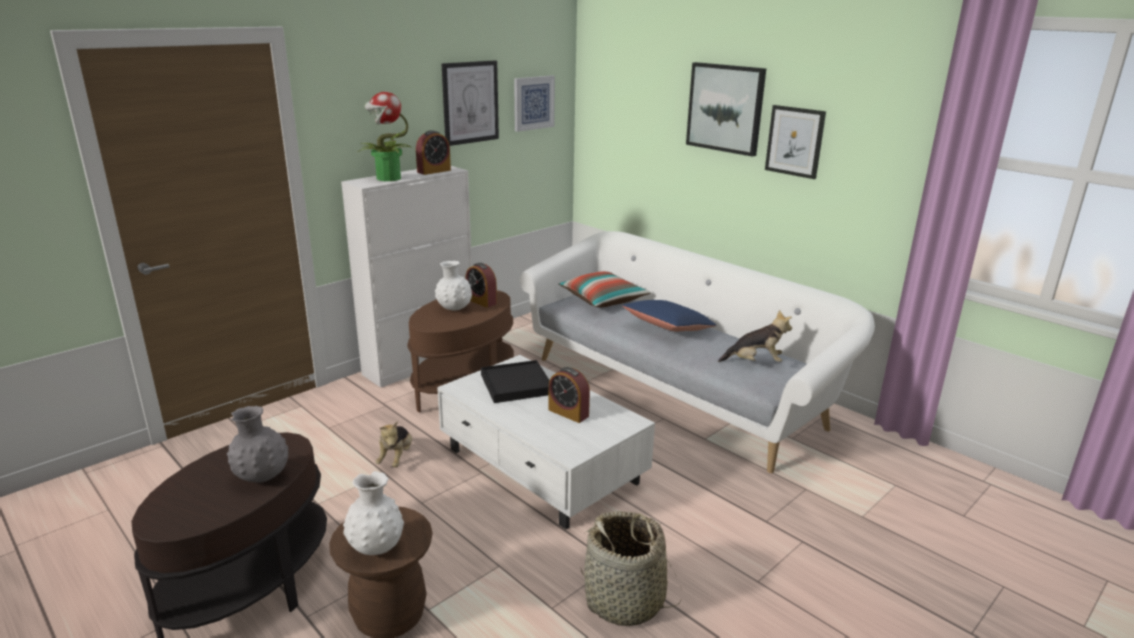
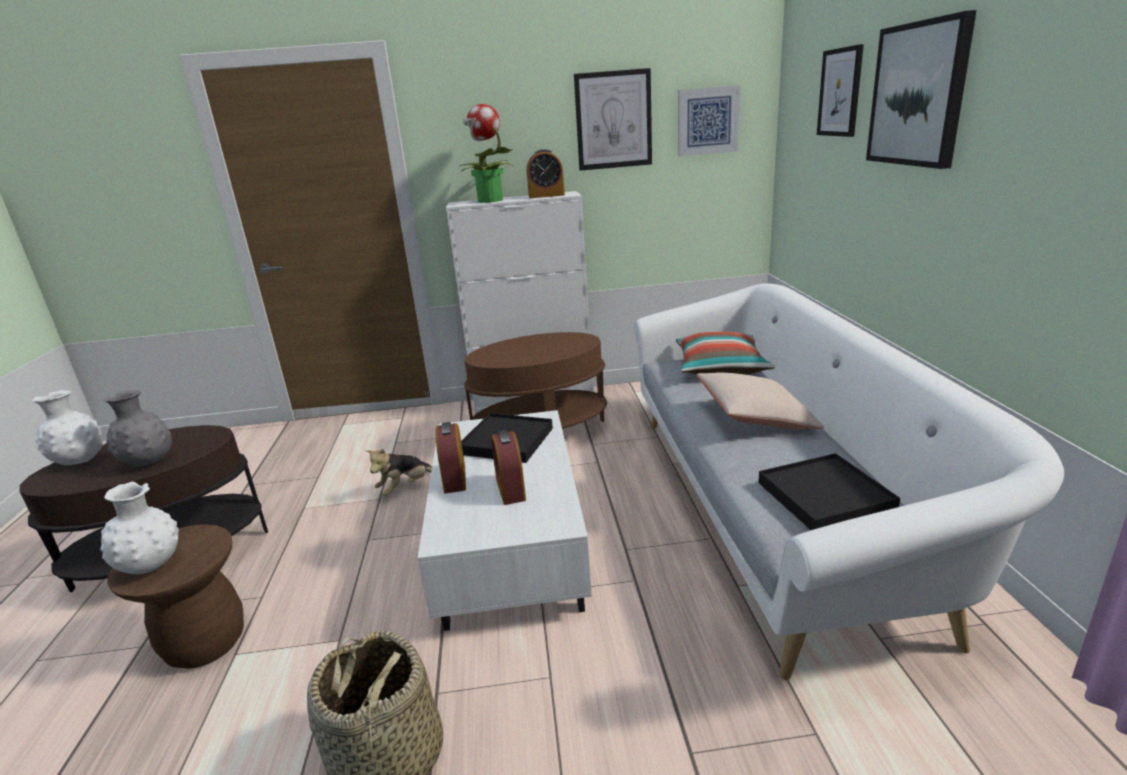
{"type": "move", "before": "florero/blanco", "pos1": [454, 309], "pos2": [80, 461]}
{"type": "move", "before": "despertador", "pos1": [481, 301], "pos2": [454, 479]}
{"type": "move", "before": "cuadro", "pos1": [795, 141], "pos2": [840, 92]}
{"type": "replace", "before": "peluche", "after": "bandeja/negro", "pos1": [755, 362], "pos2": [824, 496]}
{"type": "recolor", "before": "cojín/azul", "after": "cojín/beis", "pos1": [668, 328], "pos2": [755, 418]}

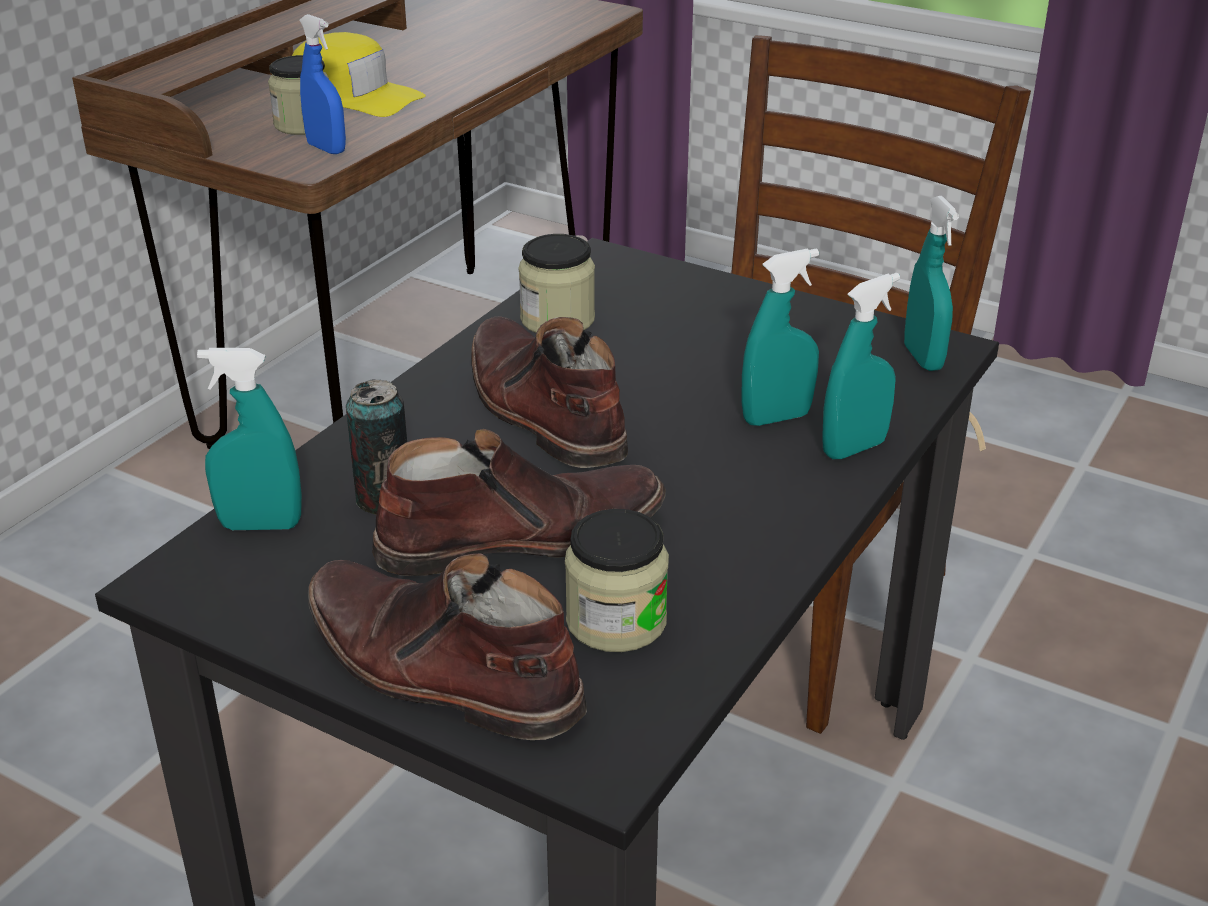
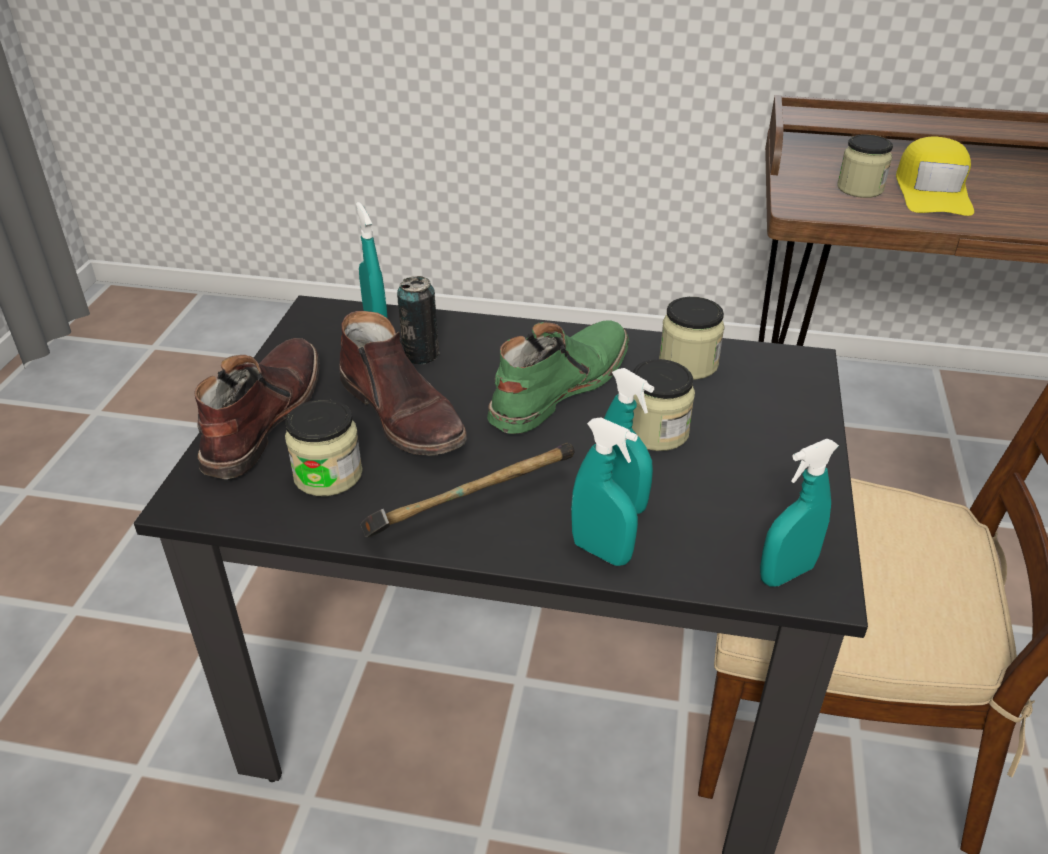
{"type": "delete", "before": "pulverizador/azul", "pos1": [326, 149]}
{"type": "insert", "after": "martillo", "pos2": [466, 509]}
{"type": "insert", "after": "tarro", "pos2": [656, 432]}
{"type": "recolor", "before": "bota/marrón", "after": "bota/verde", "pos1": [542, 411], "pos2": [558, 387]}

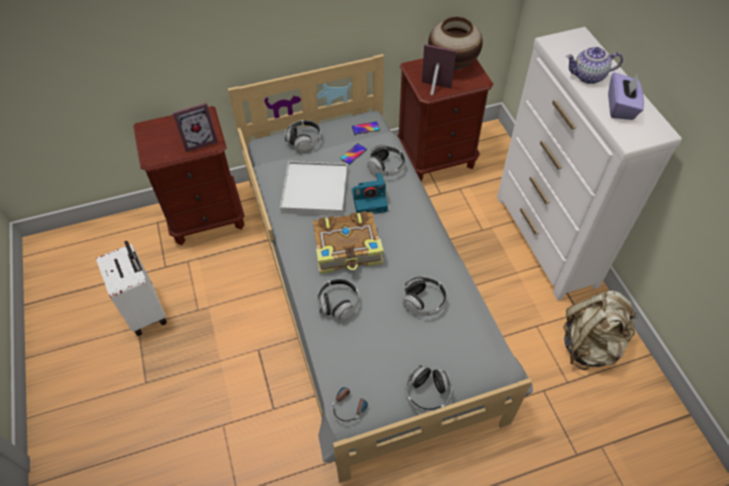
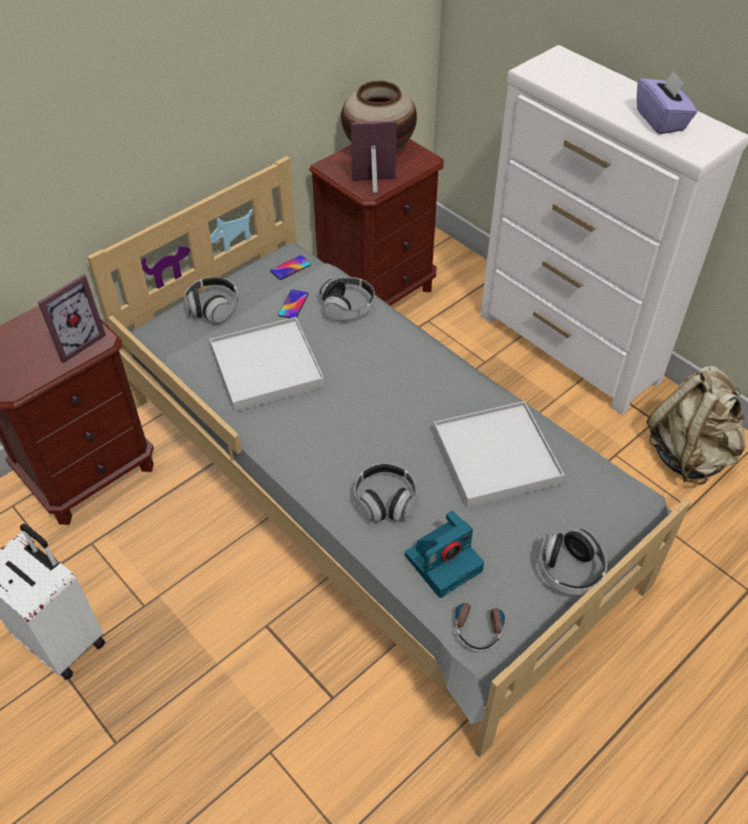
{"type": "delete", "before": "libro", "pos1": [348, 249]}
{"type": "delete", "before": "tetera", "pos1": [588, 77]}
{"type": "move", "before": "cámara", "pos1": [370, 200], "pos2": [444, 561]}
{"type": "replace", "before": "auriculares", "after": "bandeja/blanco", "pos1": [424, 301], "pos2": [496, 457]}

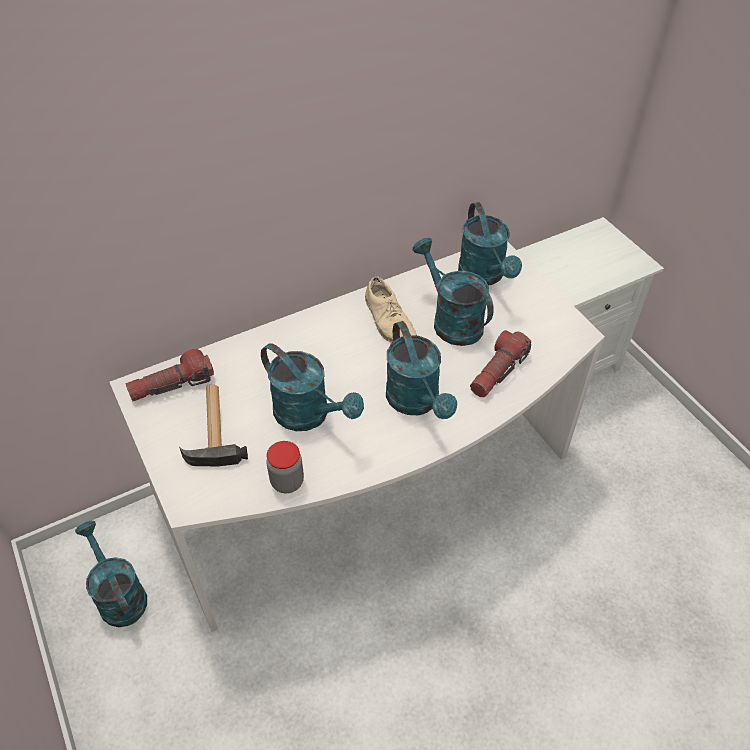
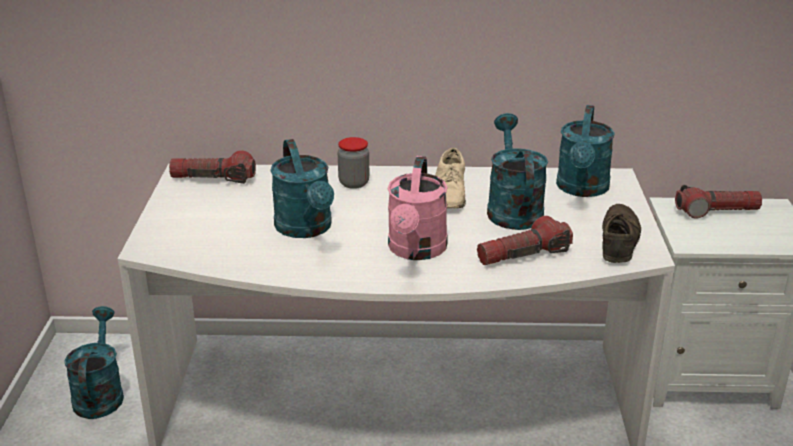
{"type": "delete", "before": "martillo", "pos1": [213, 428]}
{"type": "insert", "after": "zapato/marrón", "pos2": [618, 240]}
{"type": "insert", "after": "linterna", "pos2": [716, 211]}
{"type": "move", "before": "tarro", "pos1": [287, 482], "pos2": [354, 183]}
{"type": "recolor", "before": "regadera/turquesa", "after": "regadera/rosa", "pos1": [417, 402], "pos2": [416, 251]}

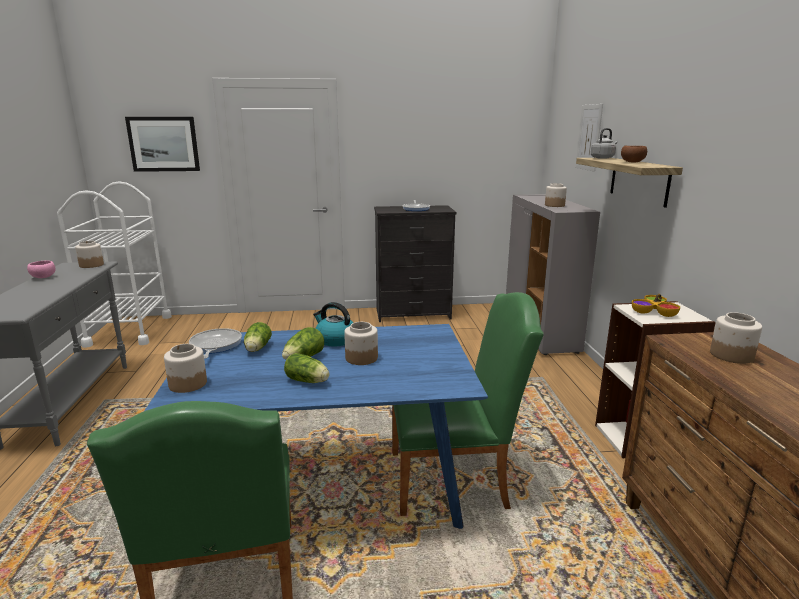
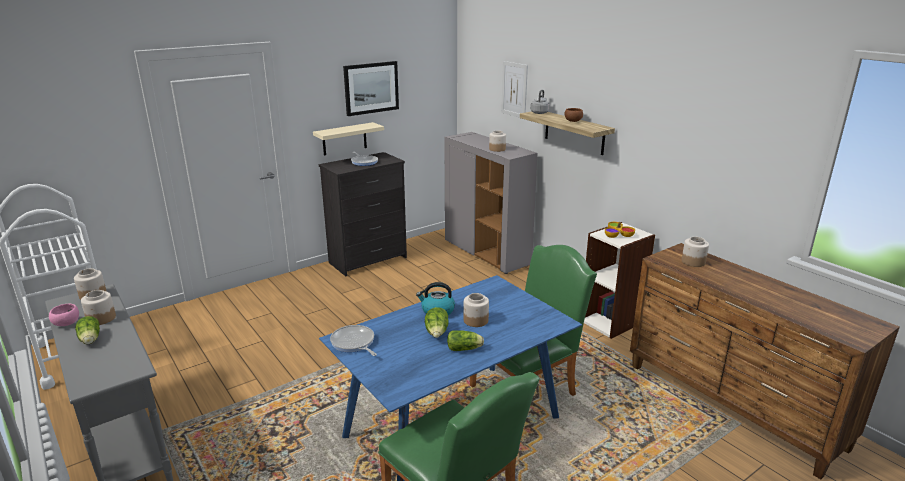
{"type": "insert", "after": "estante/beis", "pos2": [344, 139]}
{"type": "move", "before": "cuadro", "pos1": [164, 144], "pos2": [371, 88]}
{"type": "move", "before": "tarro", "pos1": [187, 384], "pos2": [101, 318]}
{"type": "move", "before": "lechuga", "pos1": [257, 349], "pos2": [90, 340]}

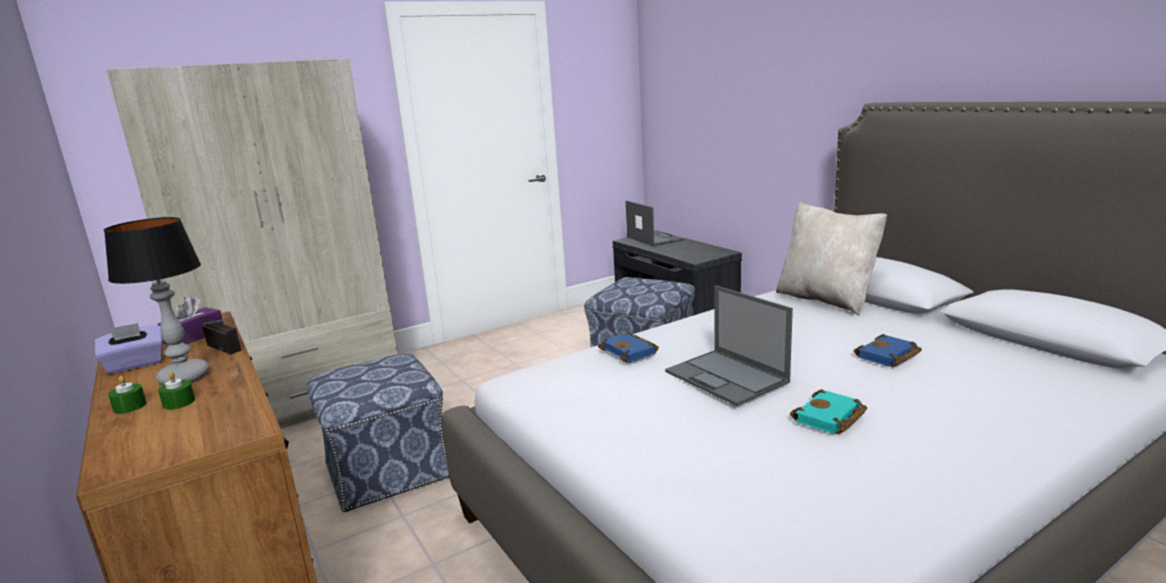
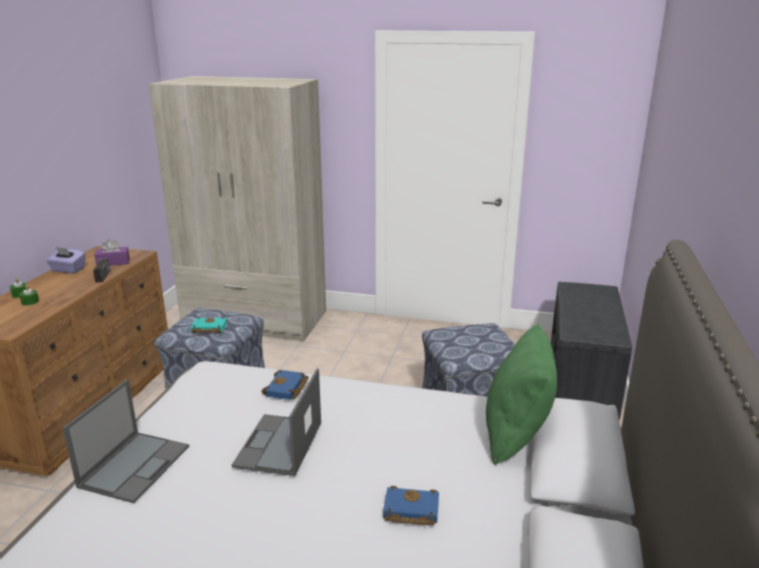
{"type": "delete", "before": "lámpara de mesa", "pos1": [183, 378]}
{"type": "move", "before": "portátil", "pos1": [654, 238], "pos2": [135, 465]}
{"type": "move", "before": "libro/turquesa", "pos1": [830, 418], "pos2": [208, 328]}
{"type": "recolor", "before": "cojín/beis", "after": "cojín/verde", "pos1": [826, 299], "pos2": [516, 434]}

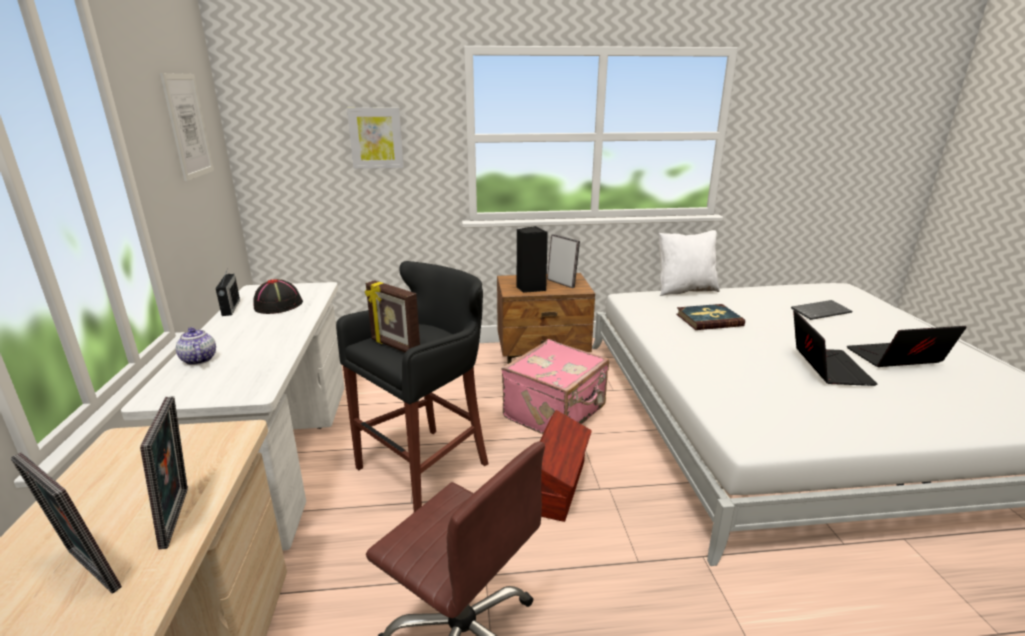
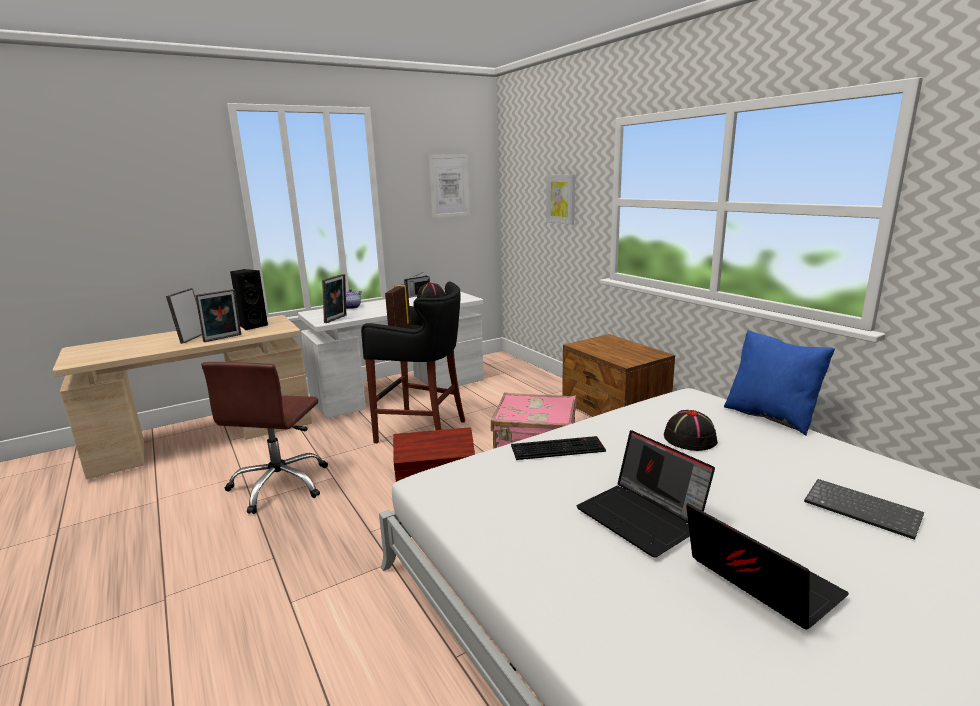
{"type": "insert", "after": "teclado", "pos2": [558, 448]}
{"type": "move", "before": "altavoz/negro", "pos1": [530, 288], "pos2": [252, 326]}
{"type": "move", "before": "portarretratos", "pos1": [562, 283], "pos2": [337, 319]}
{"type": "replace", "before": "libro", "after": "sombrero/negro", "pos1": [708, 320], "pos2": [689, 438]}
{"type": "recolor", "before": "cojín/blanco", "after": "cojín/azul", "pos1": [684, 290], "pos2": [771, 416]}
{"type": "rotate", "before": "portátil", "pos1": [826, 367], "pos2": [642, 518], "turn": 75}

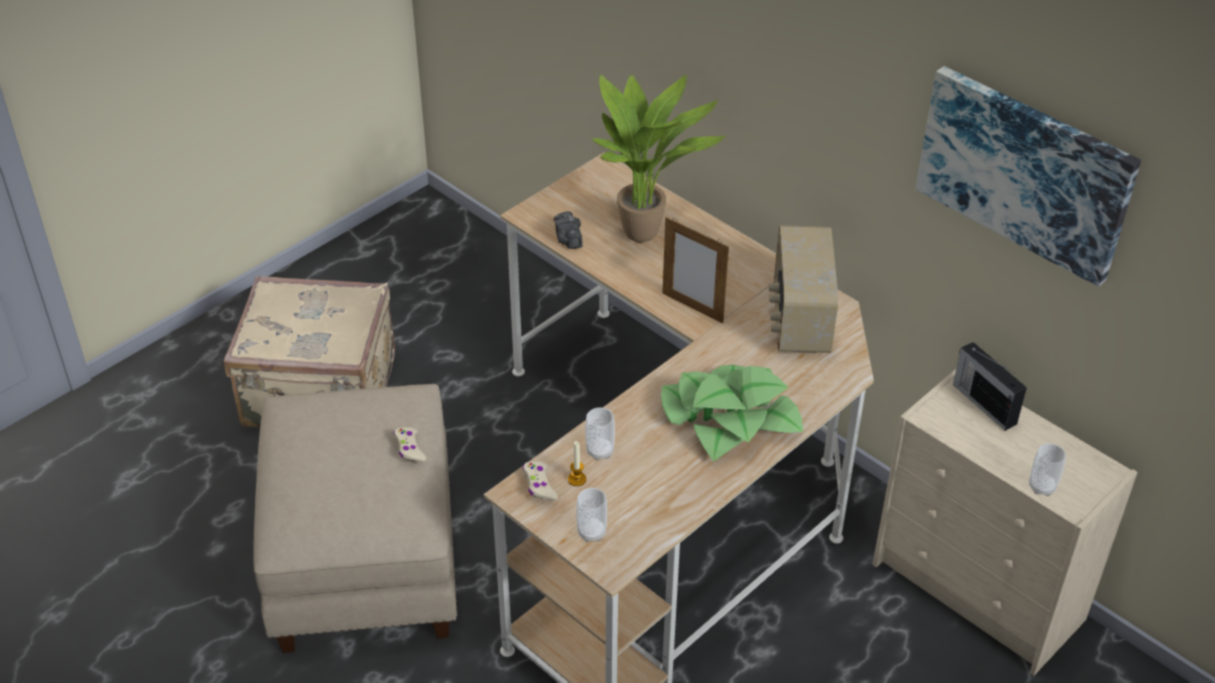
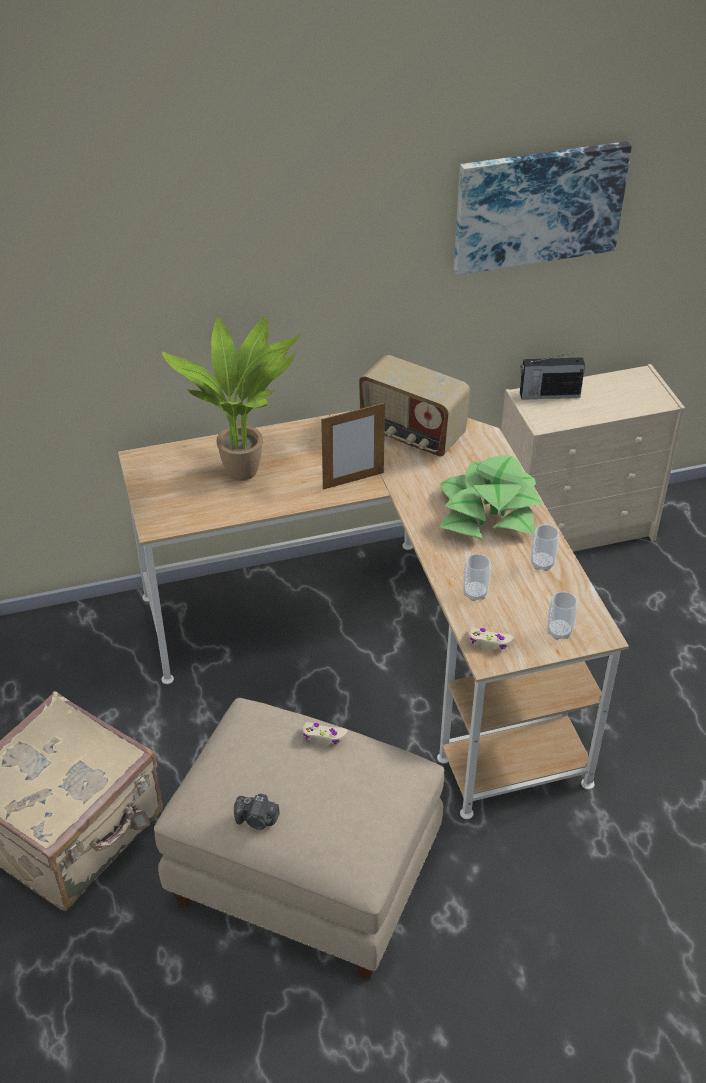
{"type": "delete", "before": "vela", "pos1": [577, 479]}
{"type": "move", "before": "cámara", "pos1": [568, 239], "pos2": [257, 820]}
{"type": "move", "before": "taza", "pos1": [1042, 487], "pos2": [542, 563]}

